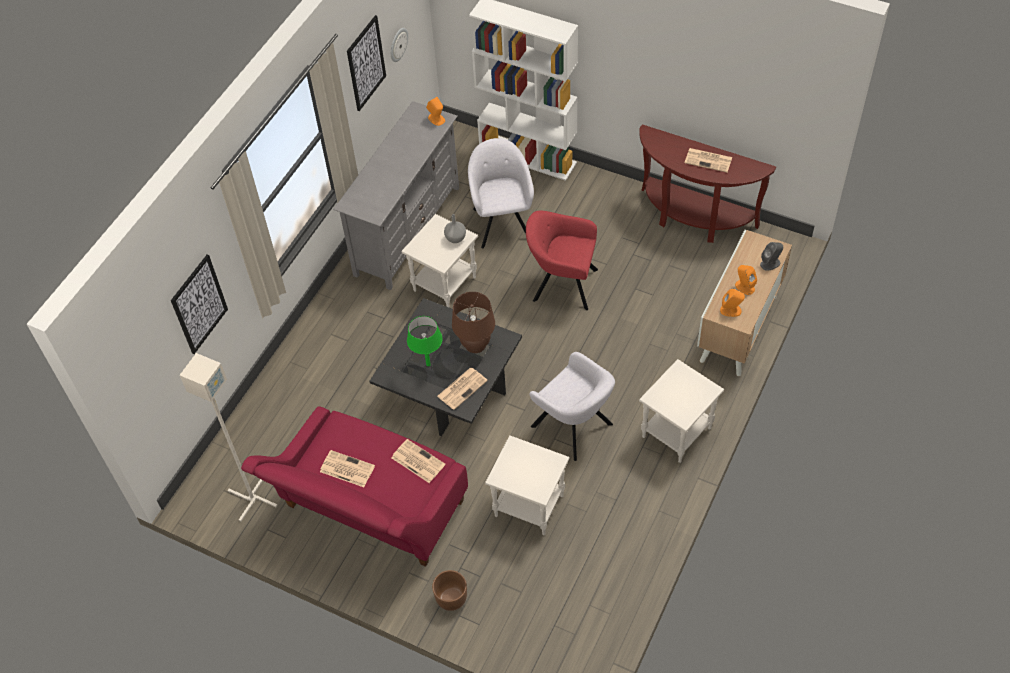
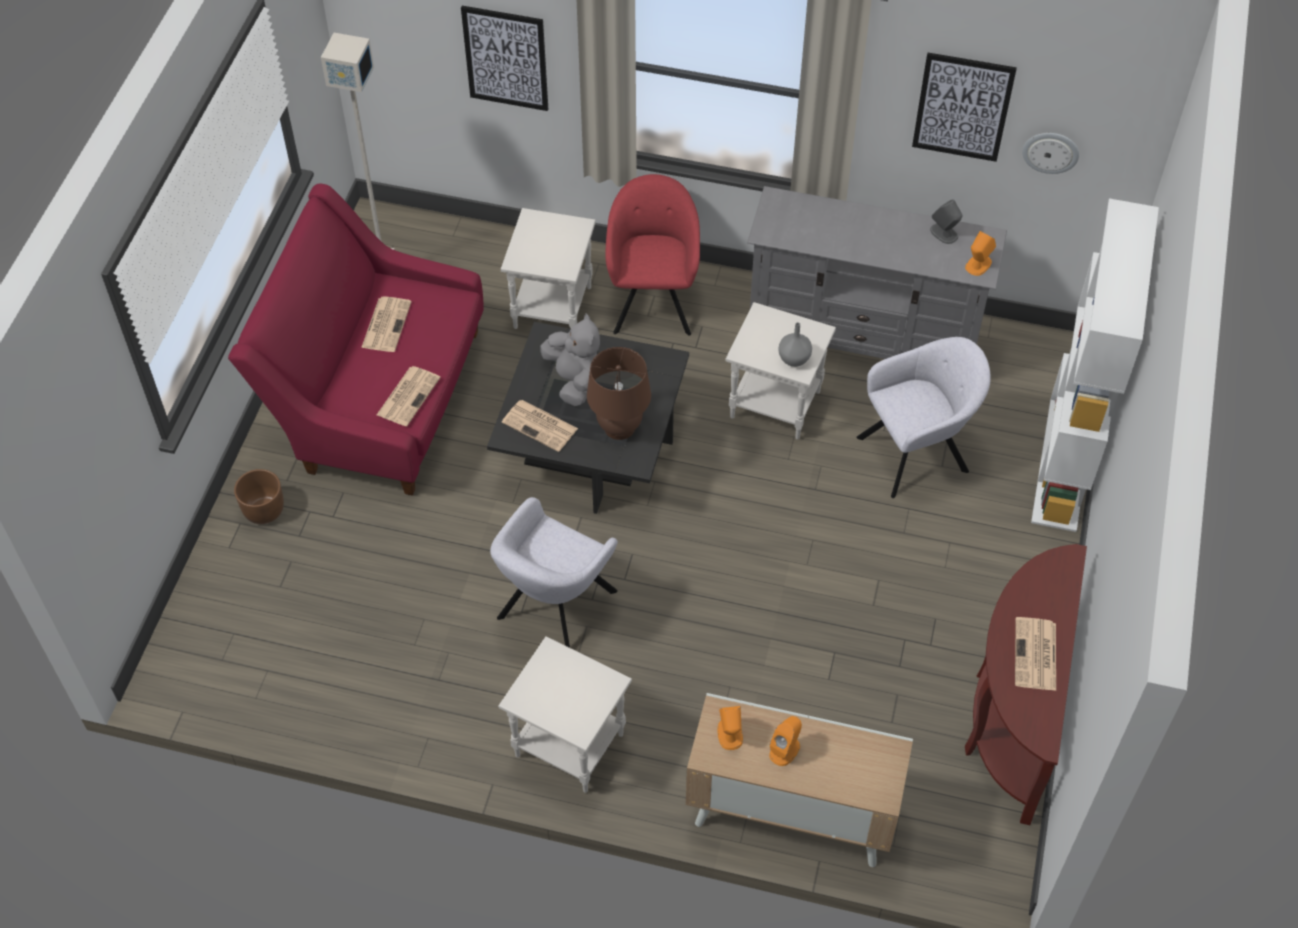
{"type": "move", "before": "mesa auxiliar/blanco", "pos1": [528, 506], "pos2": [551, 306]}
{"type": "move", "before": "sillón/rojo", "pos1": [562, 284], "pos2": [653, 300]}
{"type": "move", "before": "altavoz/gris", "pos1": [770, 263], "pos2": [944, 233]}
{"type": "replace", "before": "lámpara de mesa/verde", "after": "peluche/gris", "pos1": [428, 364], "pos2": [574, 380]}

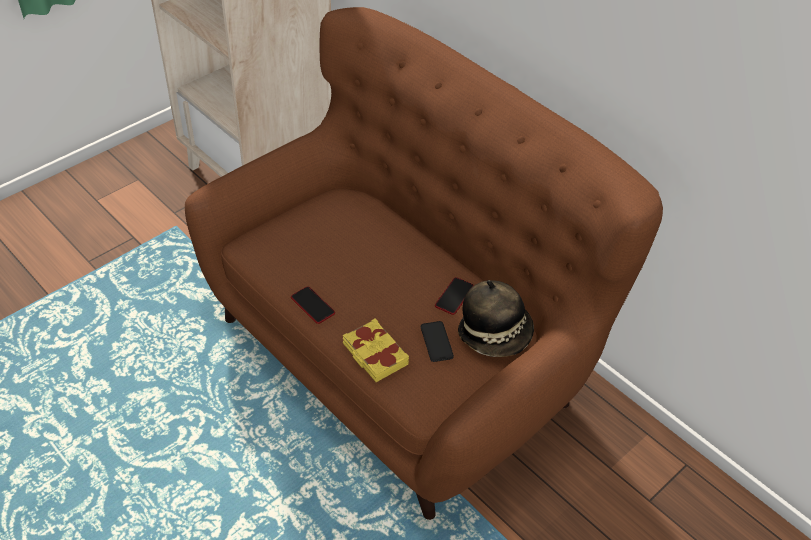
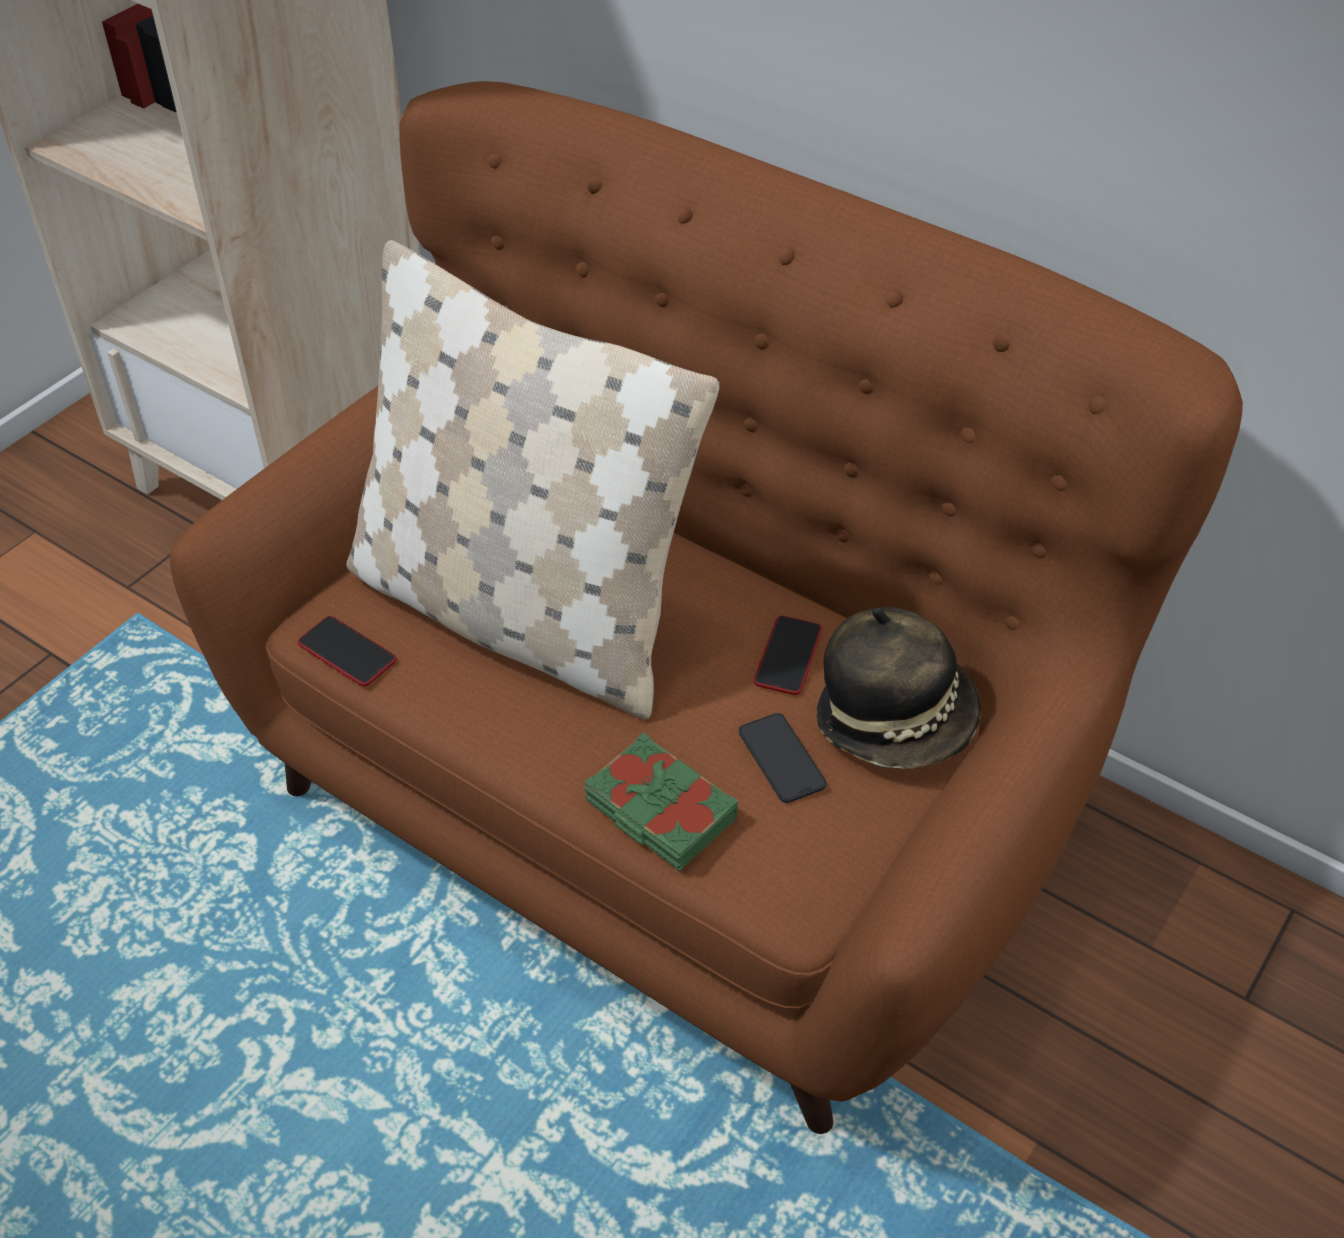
{"type": "insert", "after": "cojín/beis", "pos2": [521, 614]}
{"type": "move", "before": "móvil", "pos1": [312, 305], "pos2": [347, 652]}
{"type": "recolor", "before": "libro/amarillo", "after": "libro/verde", "pos1": [374, 354], "pos2": [659, 811]}

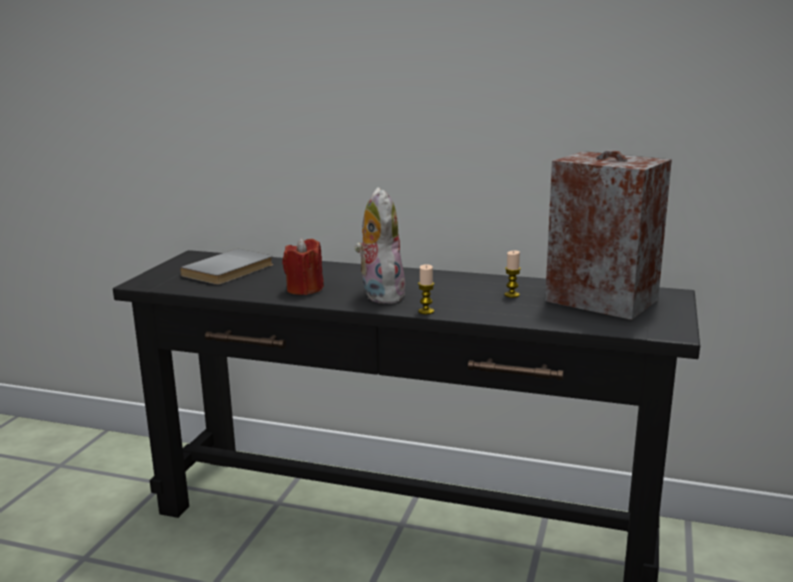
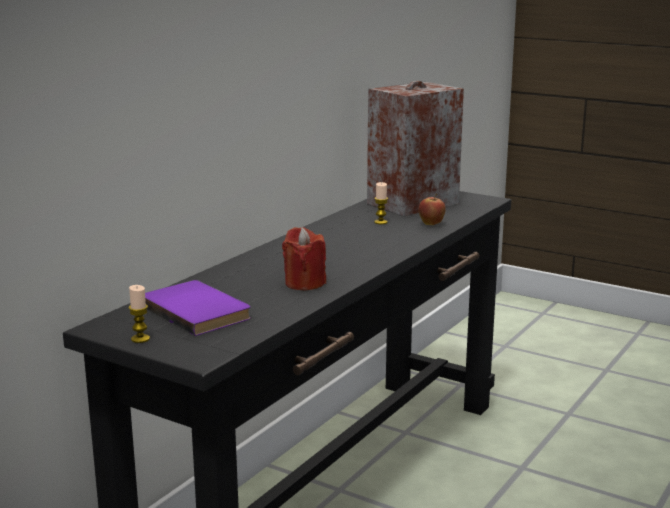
{"type": "delete", "before": "peluche", "pos1": [379, 295]}
{"type": "insert", "after": "manzana", "pos2": [431, 224]}
{"type": "move", "before": "vela", "pos1": [426, 311], "pos2": [140, 339]}
{"type": "recolor", "before": "libro/gris", "after": "libro/morado", "pos1": [230, 271], "pos2": [198, 311]}

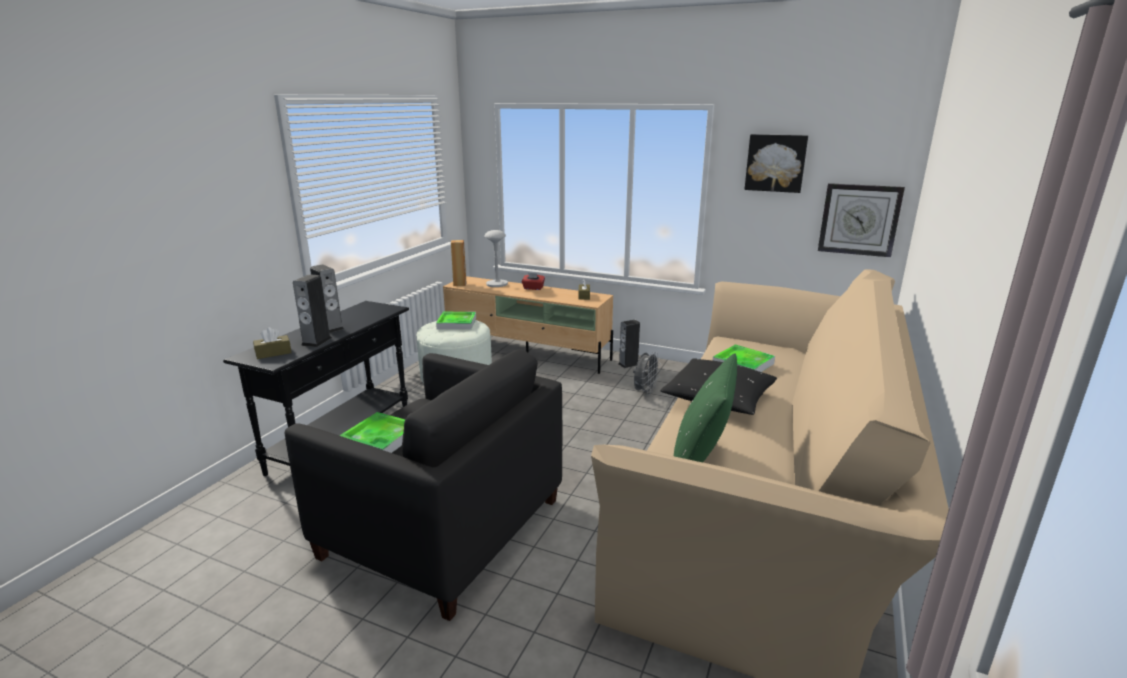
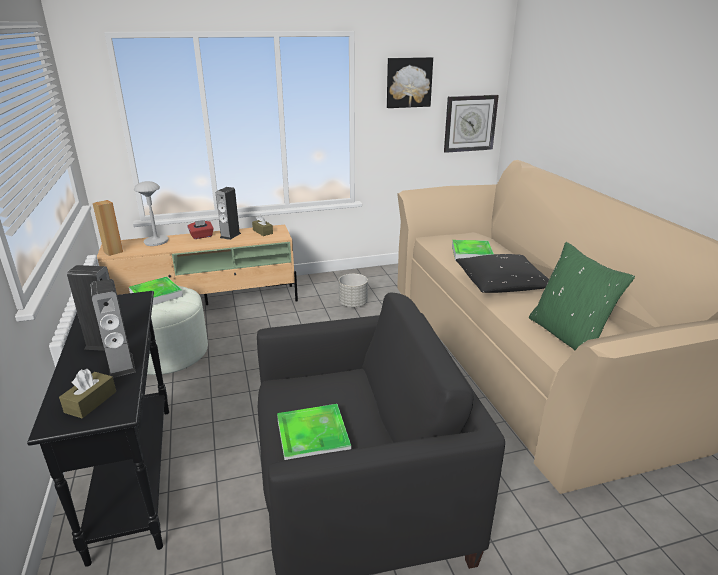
{"type": "move", "before": "altavoz", "pos1": [628, 364], "pos2": [230, 235]}
{"type": "replace", "before": "ventilador/gris", "after": "maceta/gris", "pos1": [644, 392], "pos2": [353, 304]}

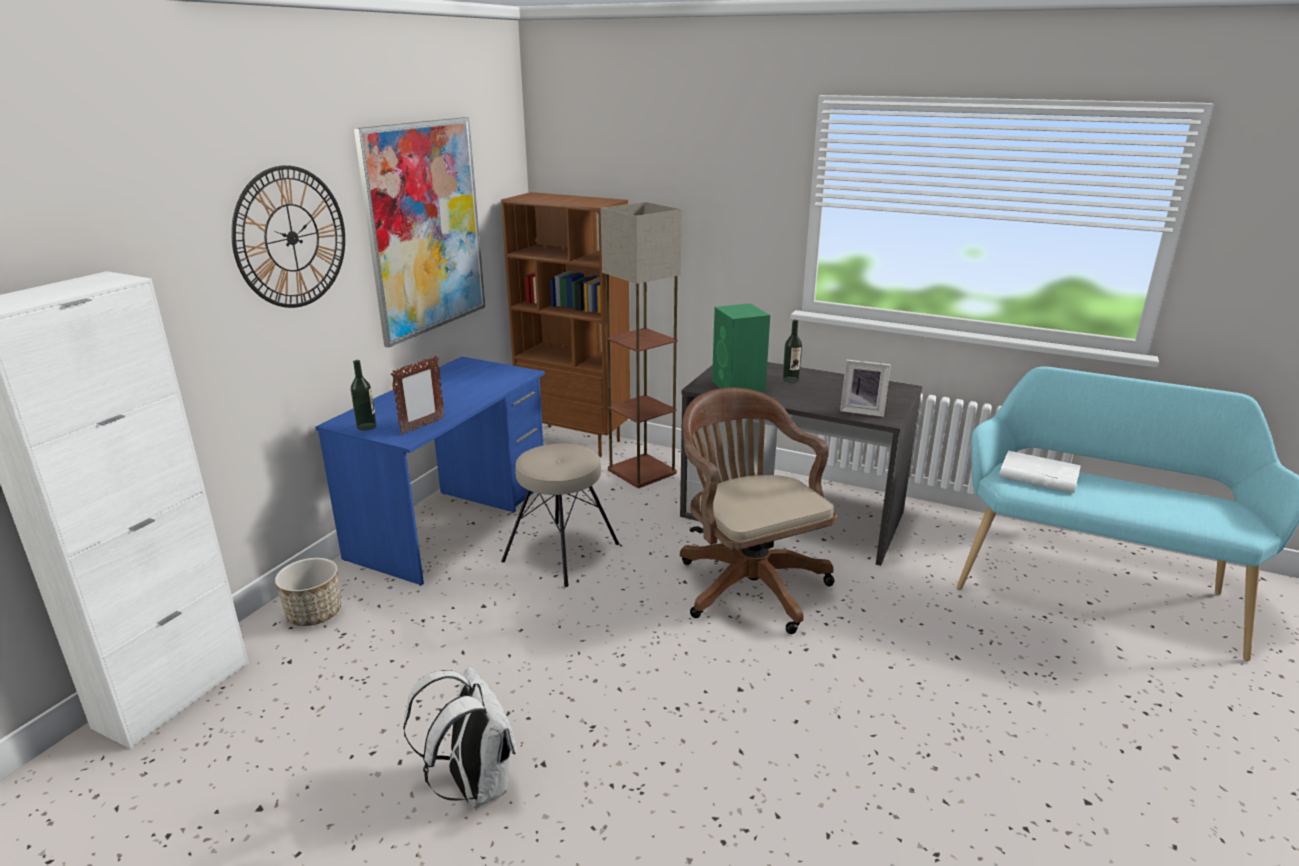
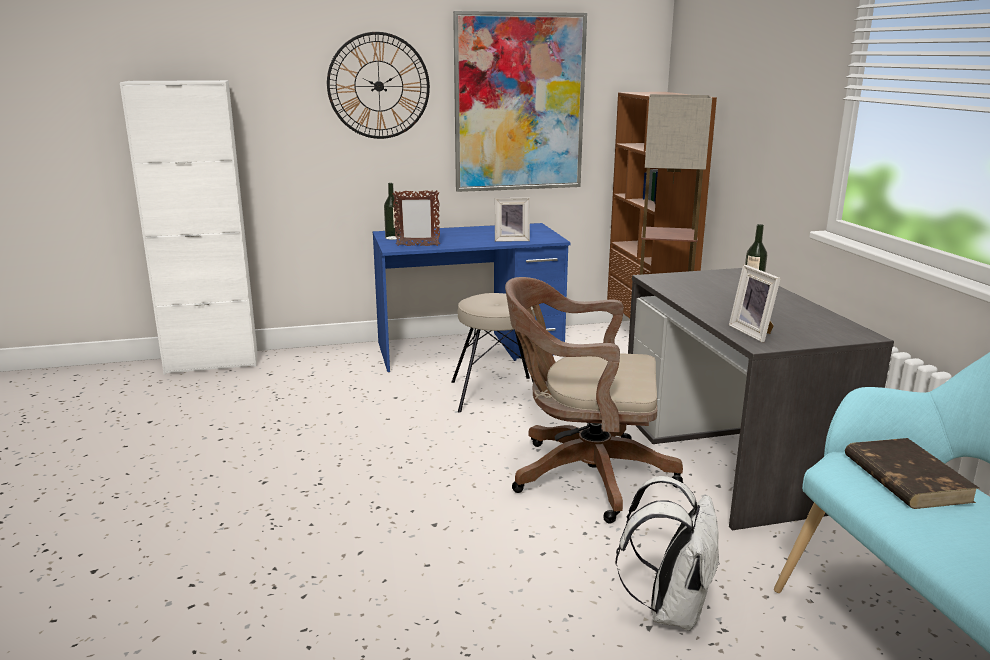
{"type": "delete", "before": "maceta", "pos1": [314, 614]}
{"type": "delete", "before": "altavoz/verde", "pos1": [739, 386]}
{"type": "insert", "after": "portarretratos", "pos2": [511, 240]}
{"type": "move", "before": "mochila/blanco", "pos1": [473, 784], "pos2": [670, 609]}
{"type": "recolor", "before": "libro/blanco", "after": "libro/marrón", "pos1": [1037, 476], "pos2": [905, 478]}
{"type": "rotate", "before": "silla de oficina/marrón", "pos1": [747, 582], "pos2": [583, 475], "turn": -105}

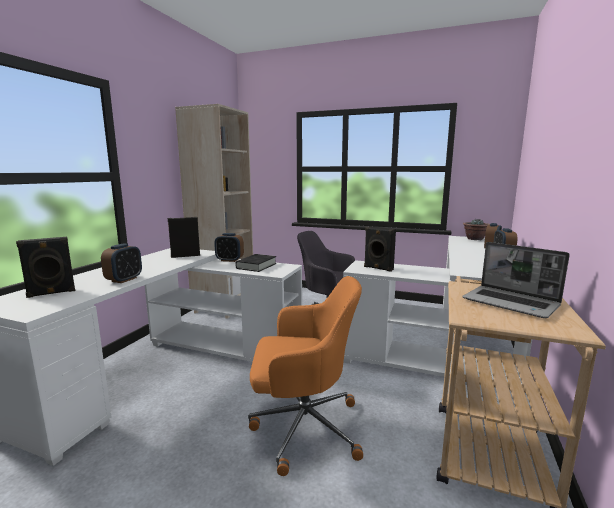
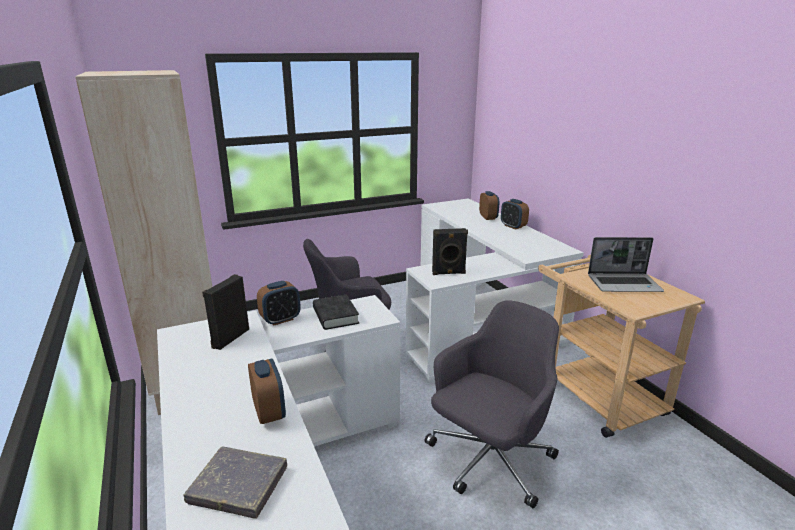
{"type": "delete", "before": "planta en maceta", "pos1": [474, 239]}
{"type": "replace", "before": "altavoz/negro", "after": "libro/gris", "pos1": [51, 293], "pos2": [238, 485]}
{"type": "recolor", "before": "silla de oficina/naranja", "after": "silla de oficina/gris", "pos1": [303, 426], "pos2": [489, 461]}

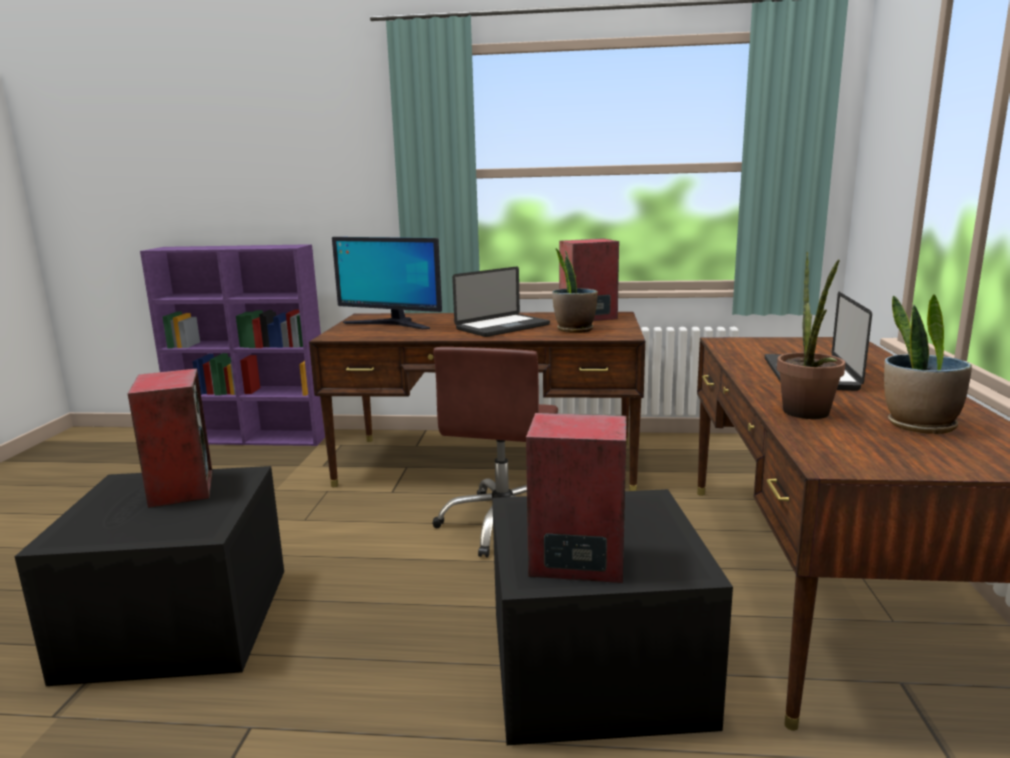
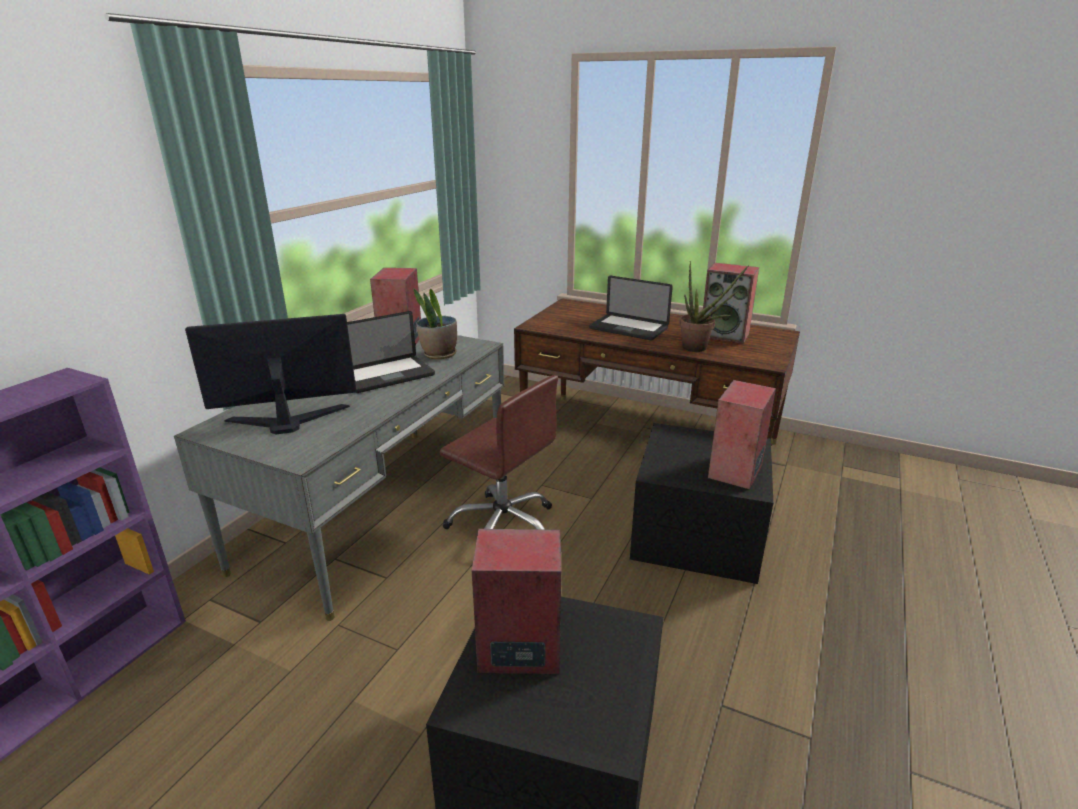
{"type": "replace", "before": "planta en maceta", "after": "altavoz", "pos1": [919, 425], "pos2": [725, 335]}
{"type": "recolor", "before": "escritorio/marrón", "after": "escritorio/gris", "pos1": [488, 463], "pos2": [380, 508]}
{"type": "rotate", "before": "monitor", "pos1": [392, 324], "pos2": [286, 420], "turn": -150}
{"type": "rotate", "before": "portátil", "pos1": [502, 327], "pos2": [387, 376], "turn": 75}

